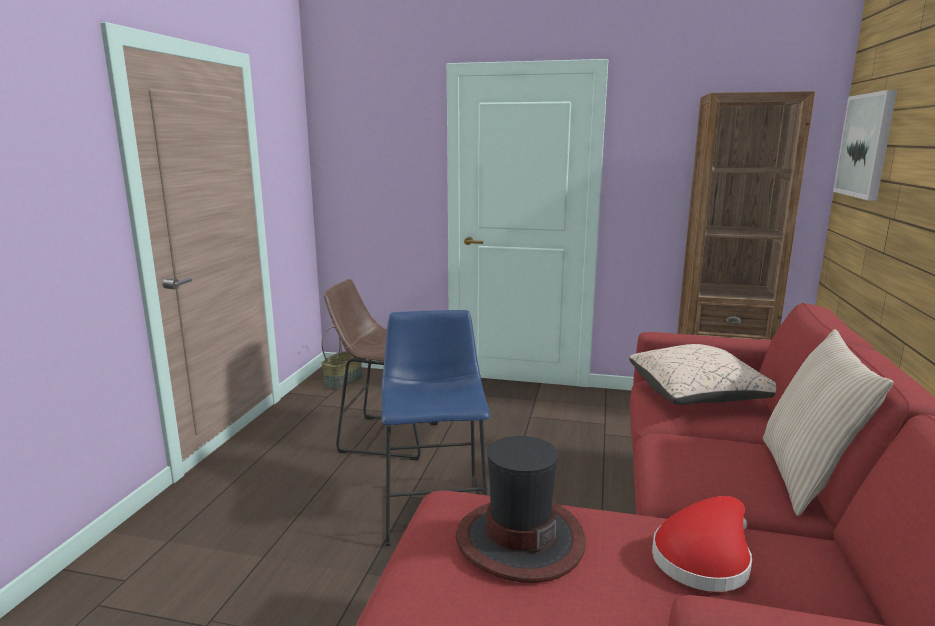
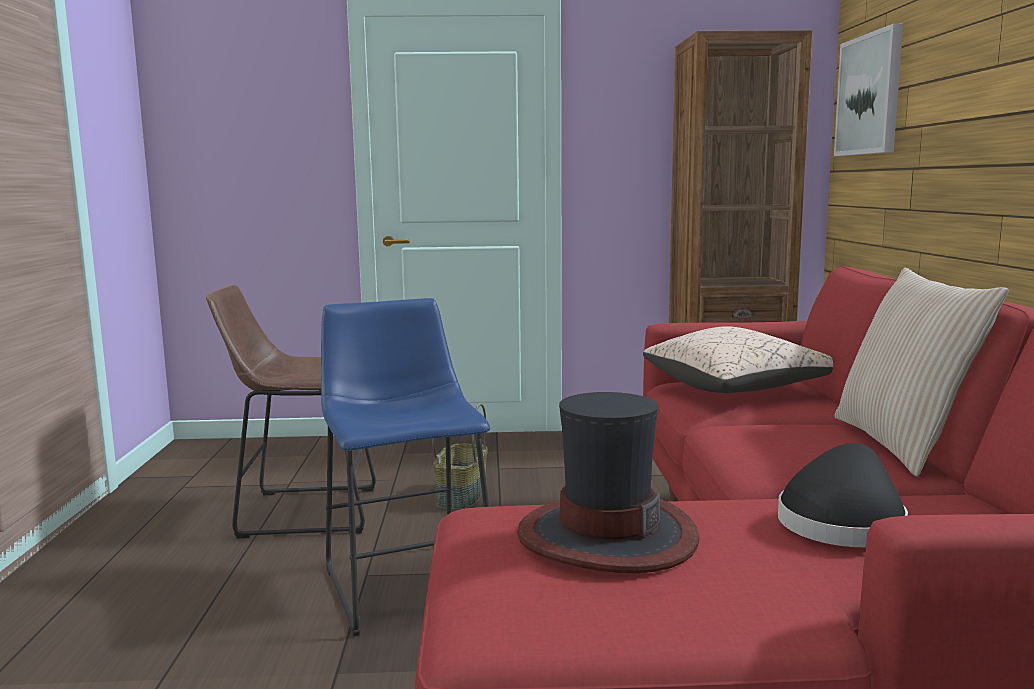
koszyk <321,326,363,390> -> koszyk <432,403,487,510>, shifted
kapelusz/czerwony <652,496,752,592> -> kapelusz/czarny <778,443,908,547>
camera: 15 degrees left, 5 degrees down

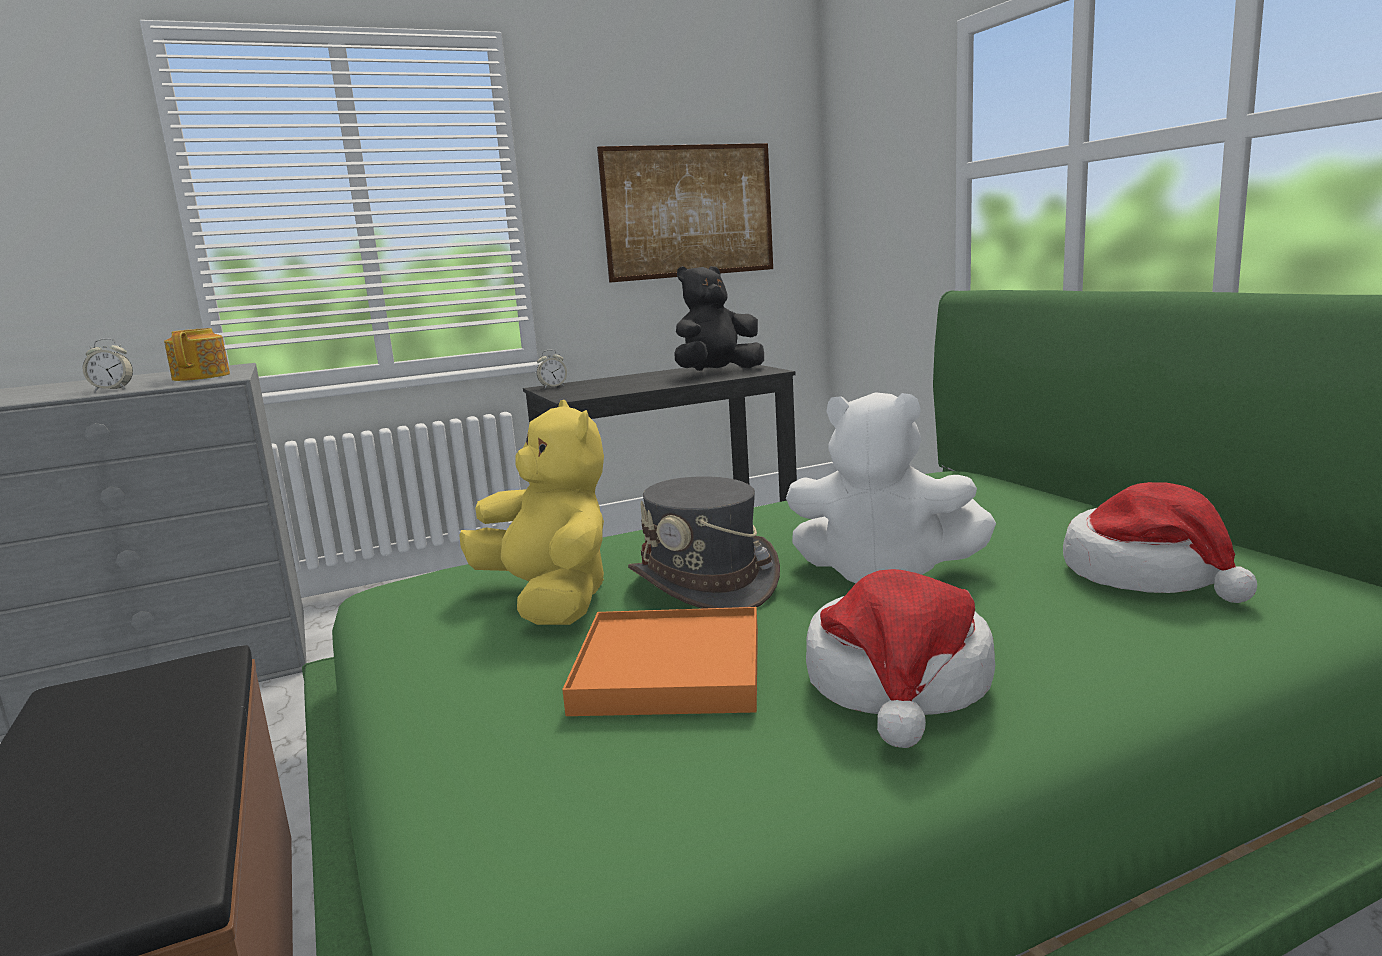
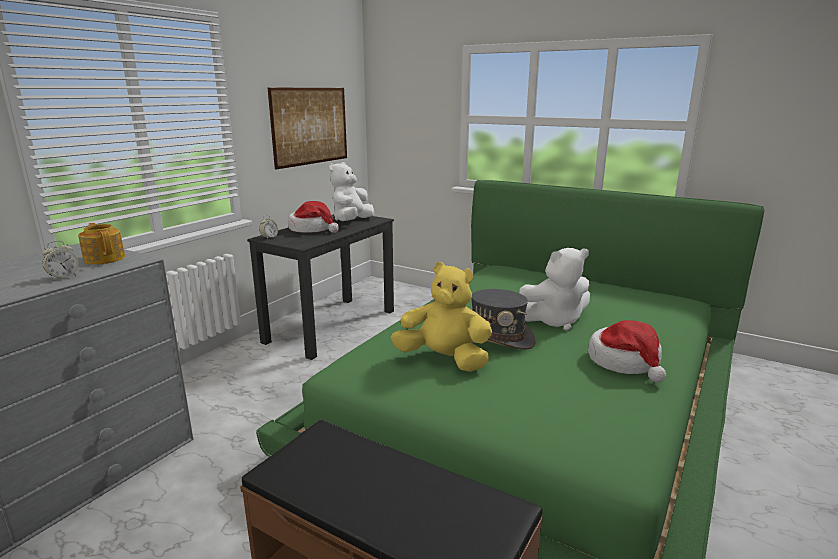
taca/pomarańczowy <562,607,758,716> -> none
kapelusz <1063,482,1257,603> -> kapelusz <288,201,339,233>, shifted
pluszak/czarny <674,266,764,371> -> pluszak/biały <329,162,374,221>
camera: 35 degrees left, 5 degrees up

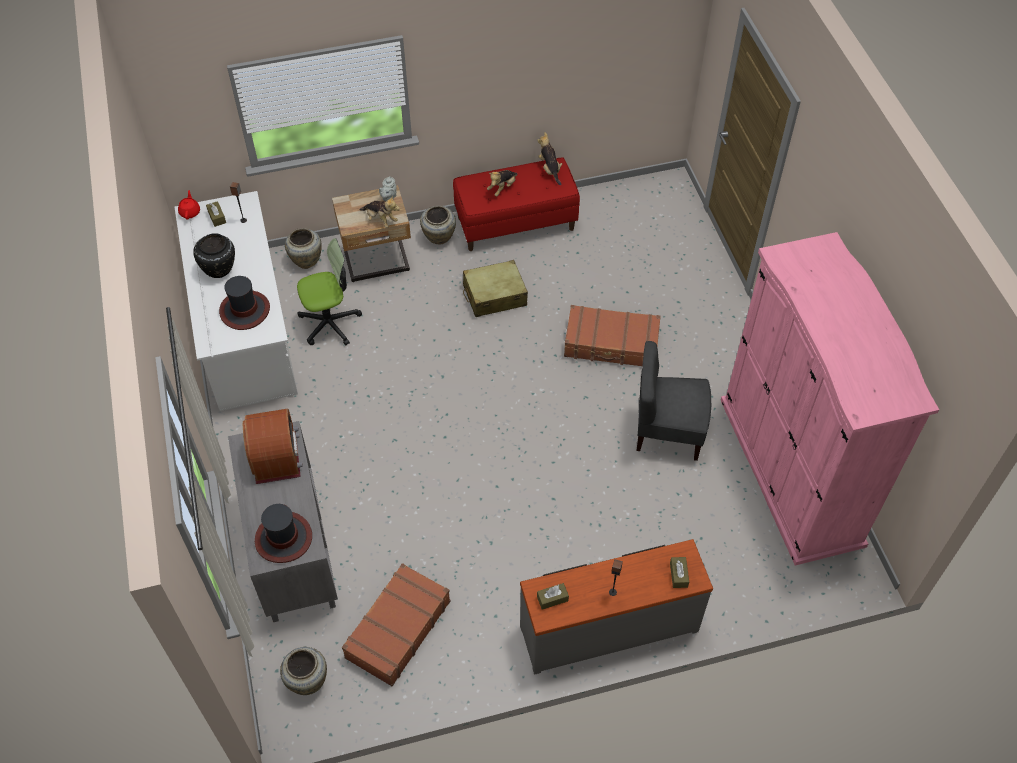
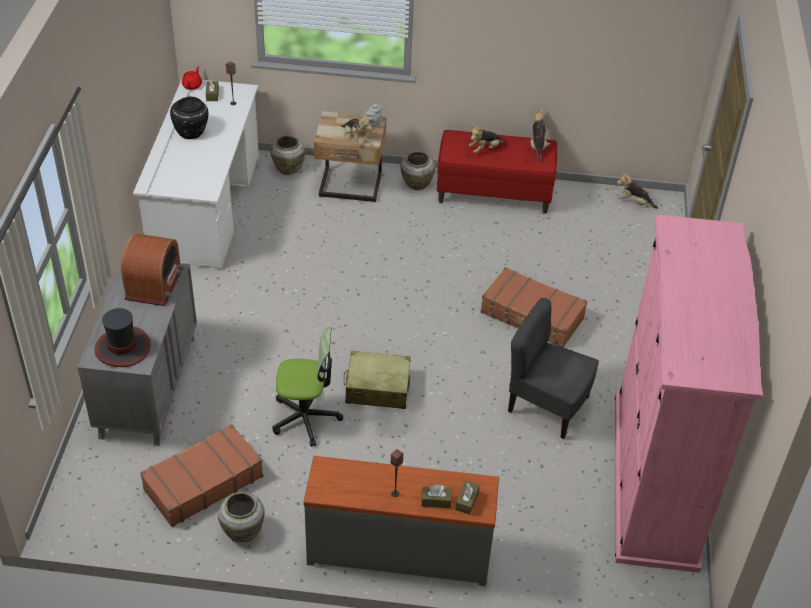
kapelusz <219,276,270,330> -> none
none -> pluszak <617,172,658,209>
wazon/beżowy <280,647,327,695> -> wazon/beżowy <218,492,265,543>, shifted
krzesło biurowe <297,238,362,345> -> krzesło biurowe <272,326,343,447>, shifted
walizka/beżowy <463,260,528,317> -> walizka/beżowy <344,351,411,409>, shifted
pudełko chusteczek/brązowy <537,583,569,610> -> pudełko chusteczek/brązowy <421,485,452,508>, shifted
camera: 20 degrees right, 10 degrees down

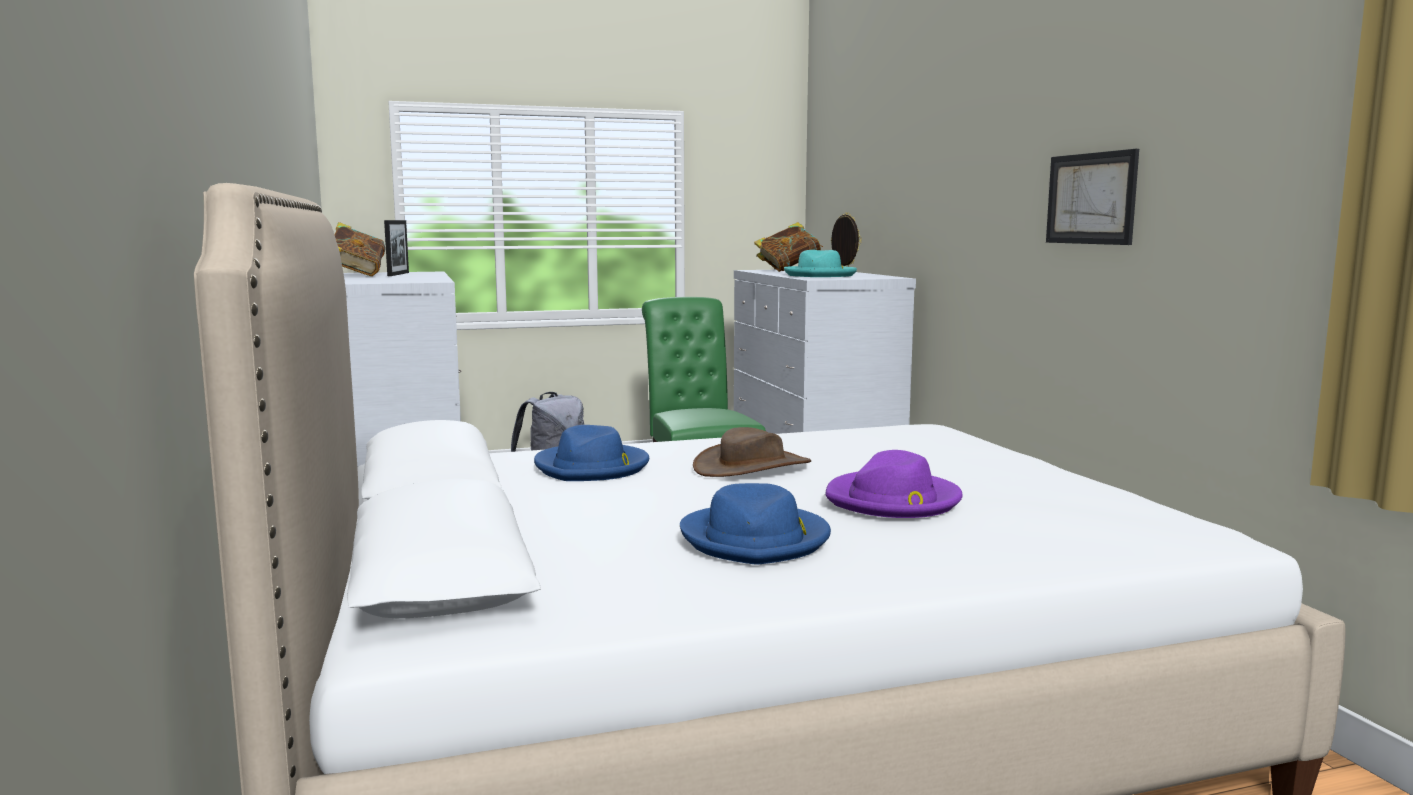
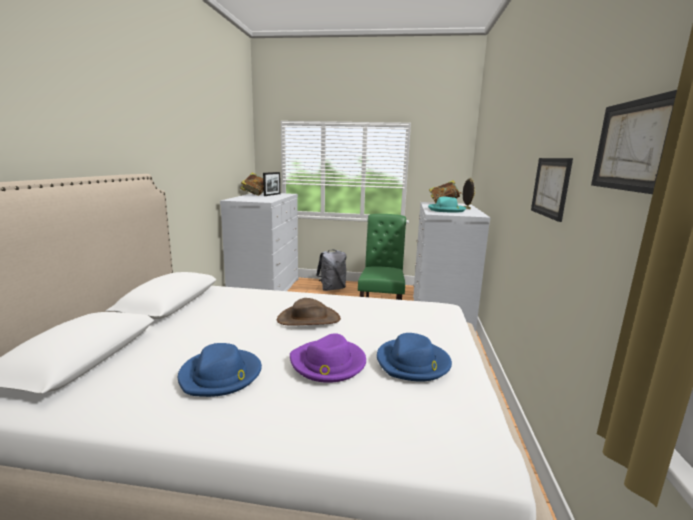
none -> obraz <591,90,677,194>
kapelusz/niebieski <534,425,649,481> -> kapelusz/niebieski <377,333,452,382>, shifted
camera: 25 degrees right, 5 degrees up

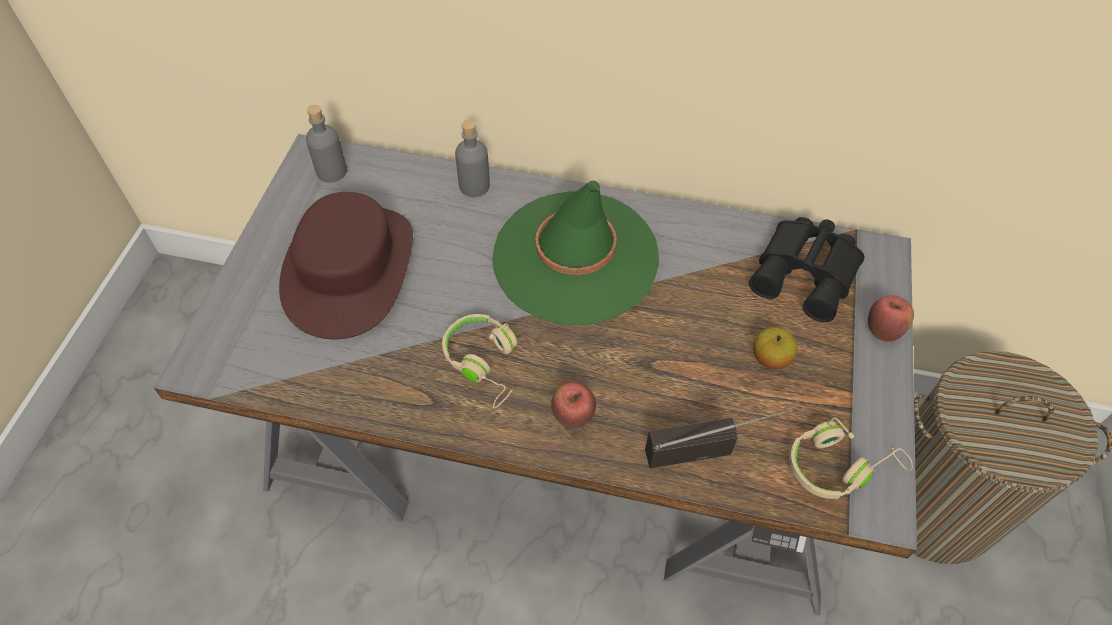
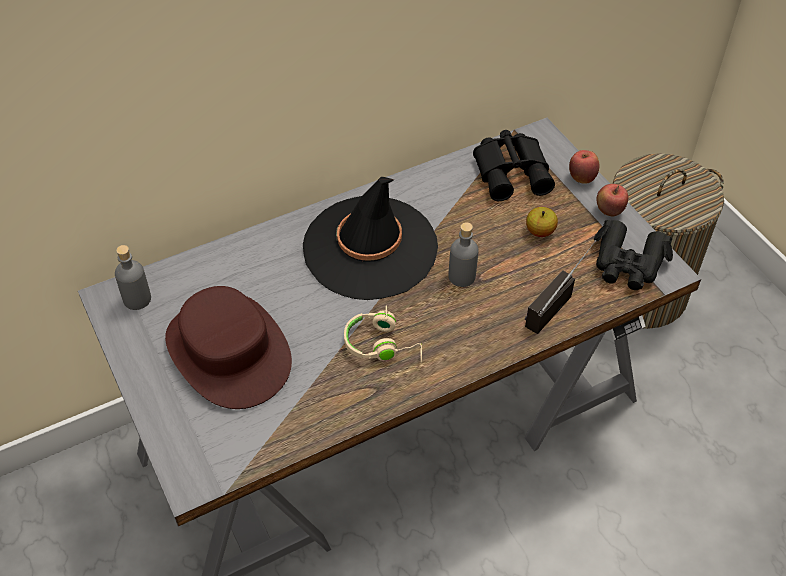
butelka/szary <455,120,490,197> -> butelka/szary <449,222,479,287>, shifted
jabłko <551,381,596,428> -> jabłko <597,184,628,216>, shifted
słuchawki/beżowy <789,417,913,499> -> lornetka/czarny <594,220,673,290>
kapelusz/zielony <492,180,659,325> -> kapelusz/czarny <303,177,438,300>
camera: 40 degrees left, 5 degrees down

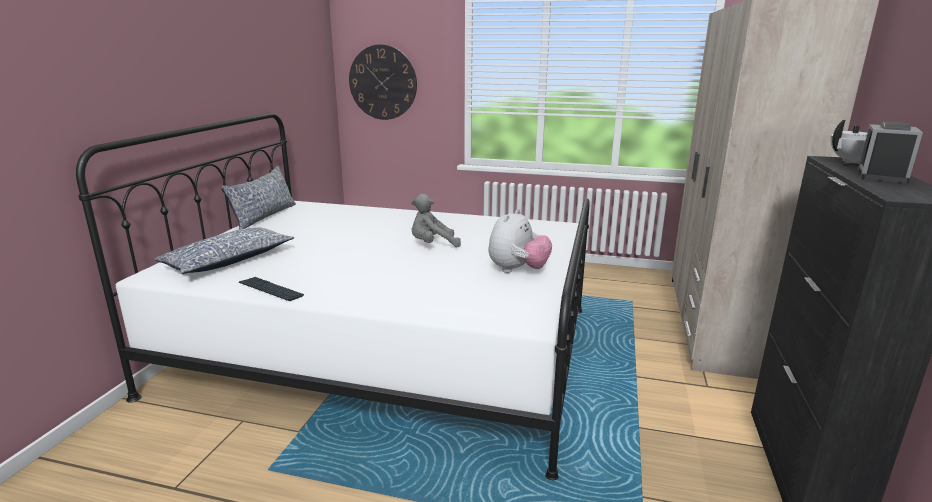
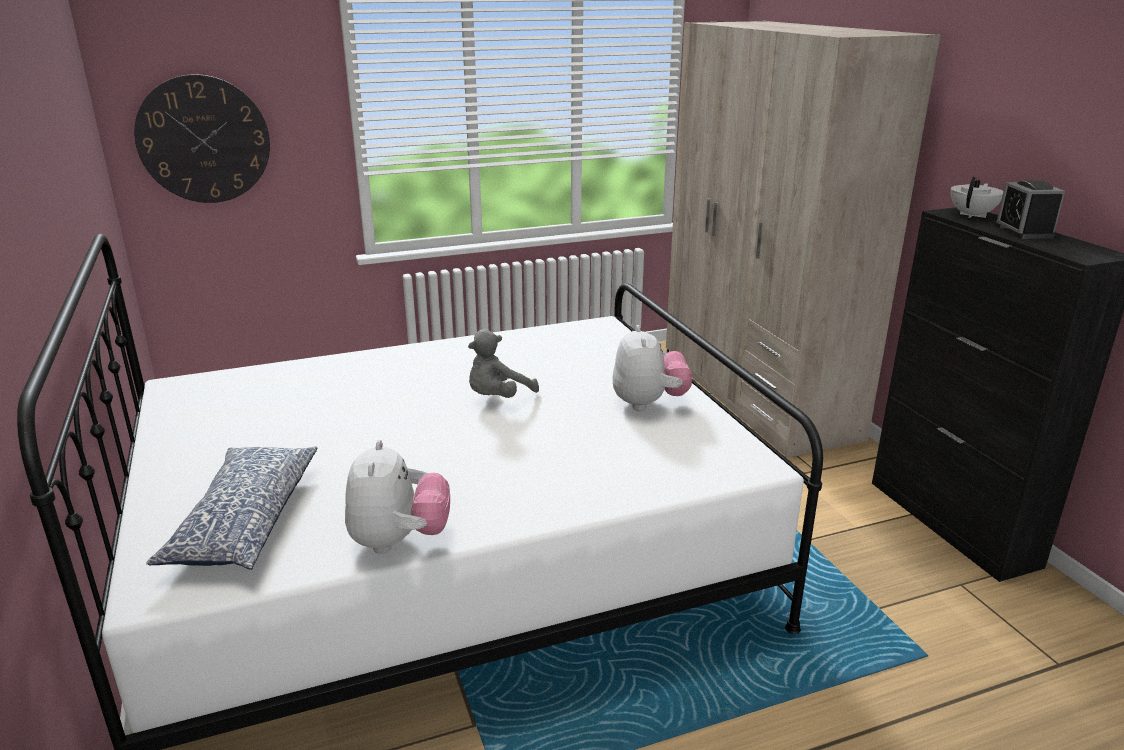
poduszka <221,166,296,230> -> none
klawiatura <239,277,304,301> -> pluszak <345,440,450,553>
camera: 35 degrees left, 5 degrees up

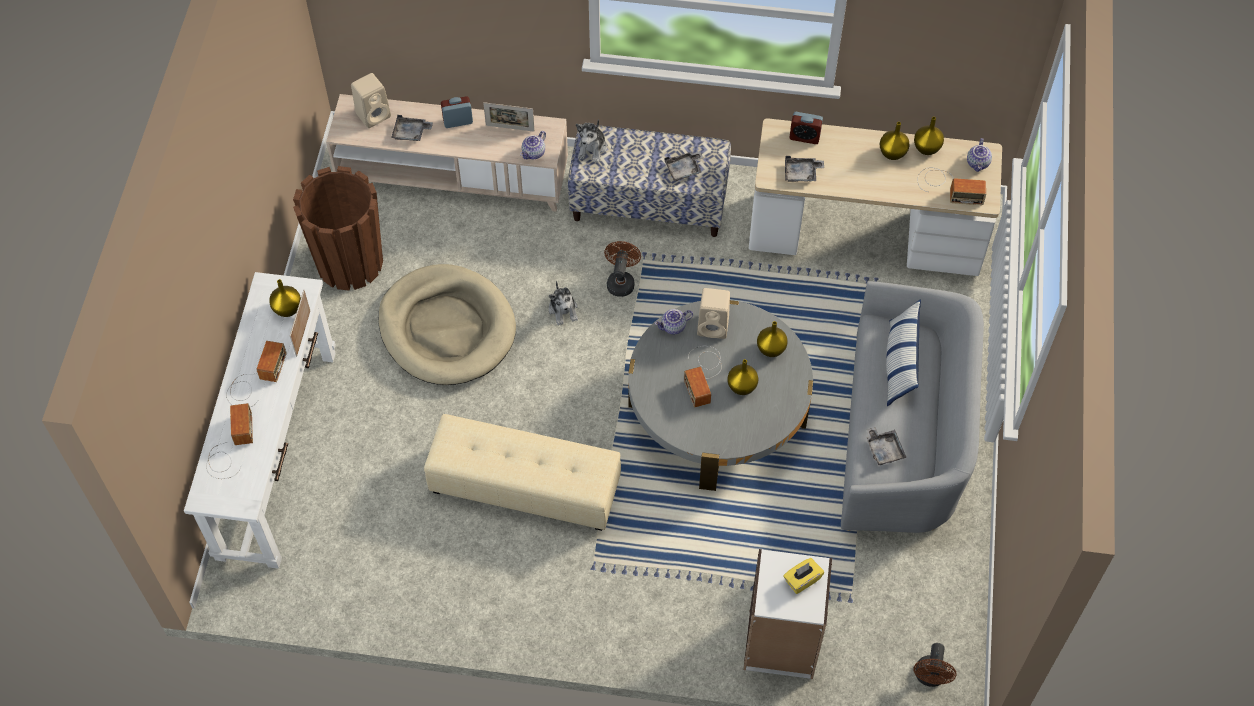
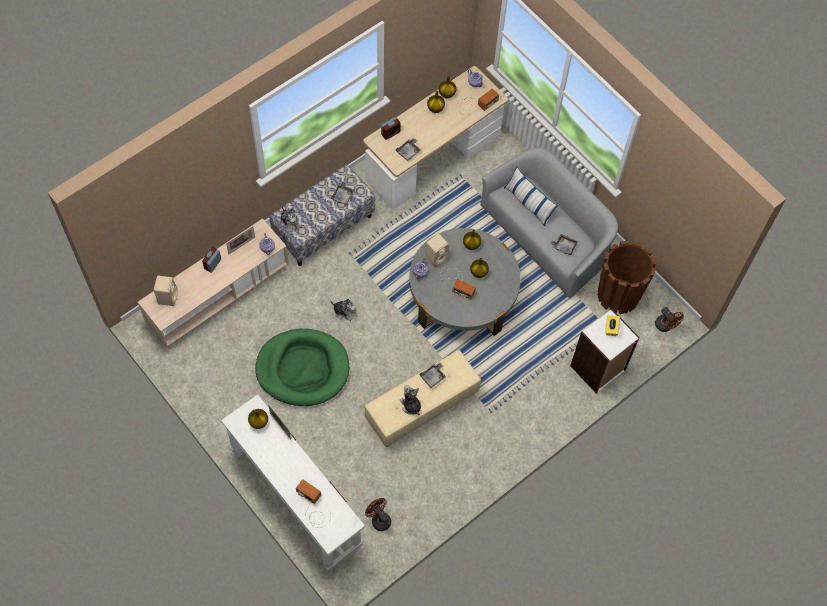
radio <226,341,287,407> -> none
none -> pluszak <400,385,421,415>
donica/brązowy <293,166,383,290> -> donica/brązowy <598,241,656,314>, shifted
taca/szary <391,115,433,141> -> taca/szary <420,362,446,388>, shifted
wentylator/brązowy <604,241,641,297> -> wentylator/brązowy <365,498,391,531>, shifted
legowisko/beżowy <378,264,516,385> -> legowisko/zielony <255,329,349,406>
camera: 50 degrees left, 5 degrees up

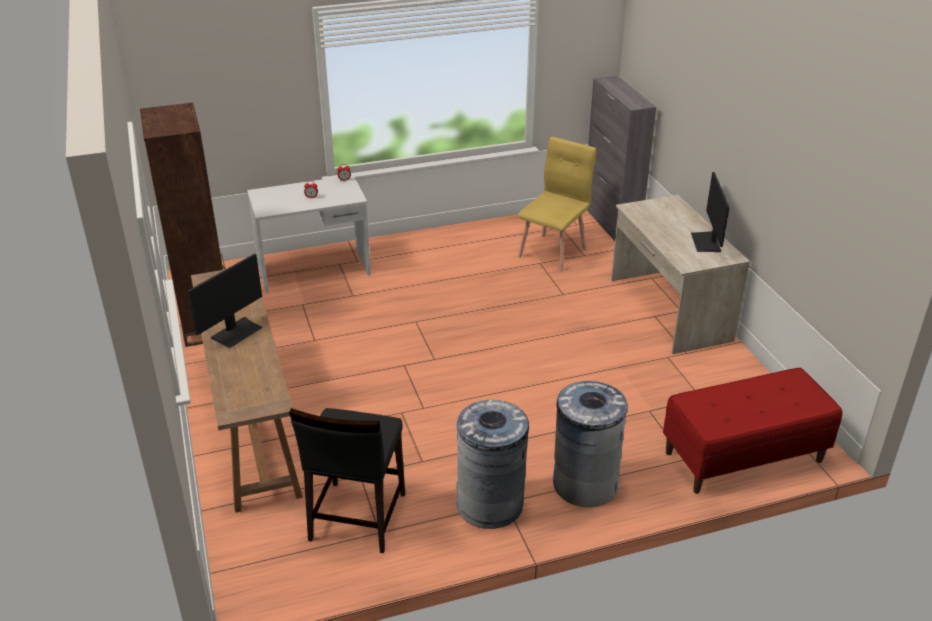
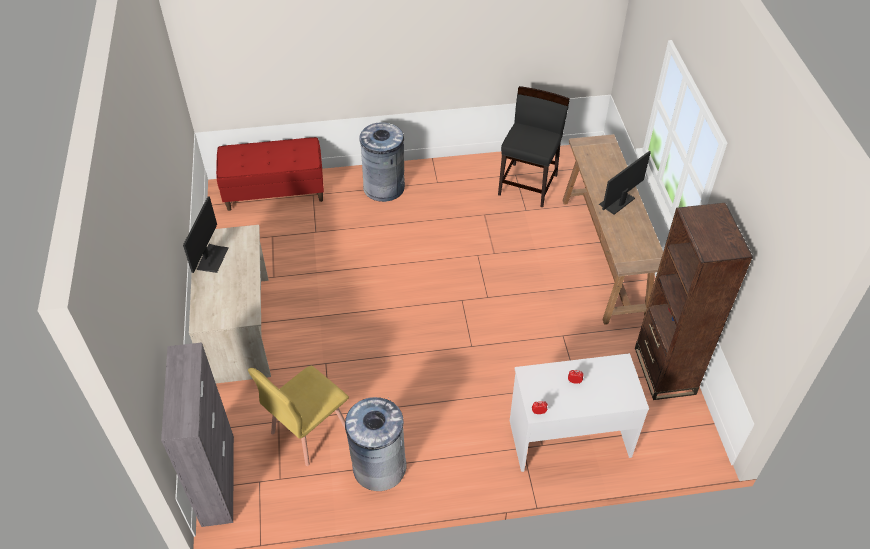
kosz na śmieci/szary <456,400,529,529> -> kosz na śmieci/szary <345,397,407,491>, shifted
camera: 170 degrees left, 15 degrees up

